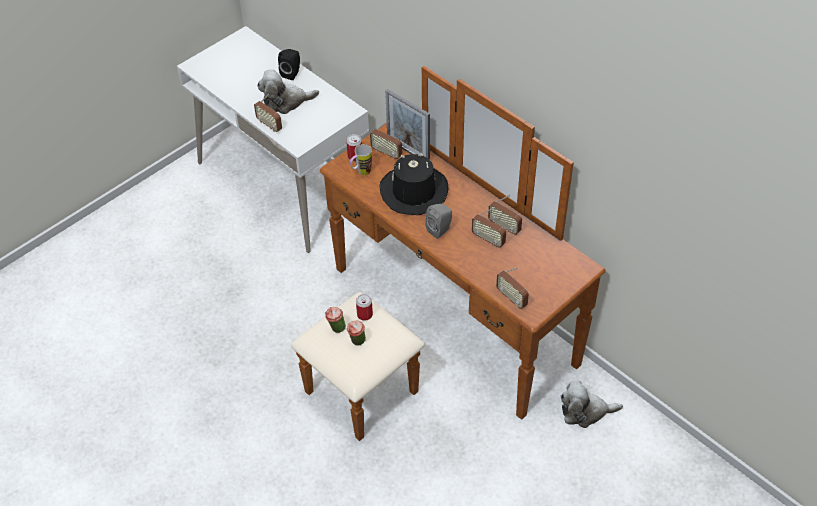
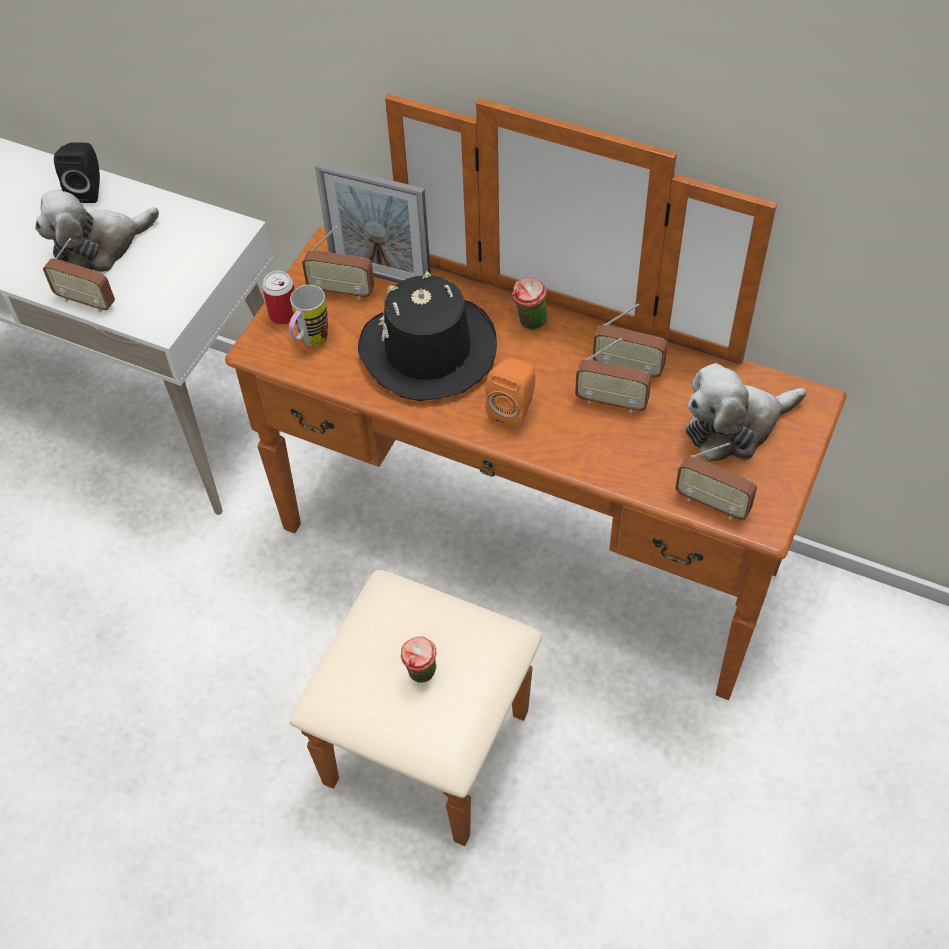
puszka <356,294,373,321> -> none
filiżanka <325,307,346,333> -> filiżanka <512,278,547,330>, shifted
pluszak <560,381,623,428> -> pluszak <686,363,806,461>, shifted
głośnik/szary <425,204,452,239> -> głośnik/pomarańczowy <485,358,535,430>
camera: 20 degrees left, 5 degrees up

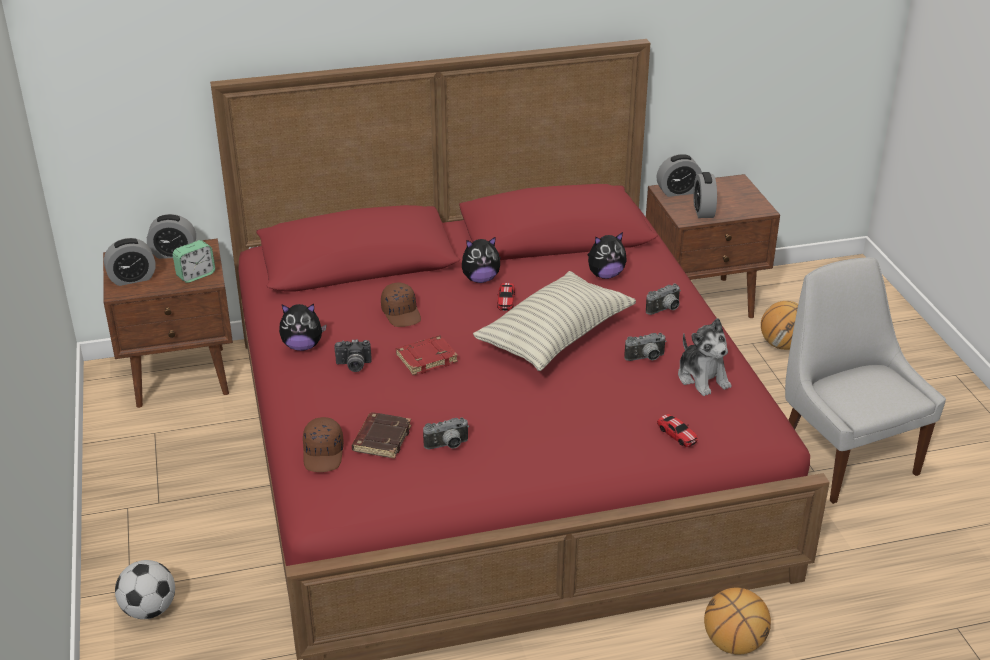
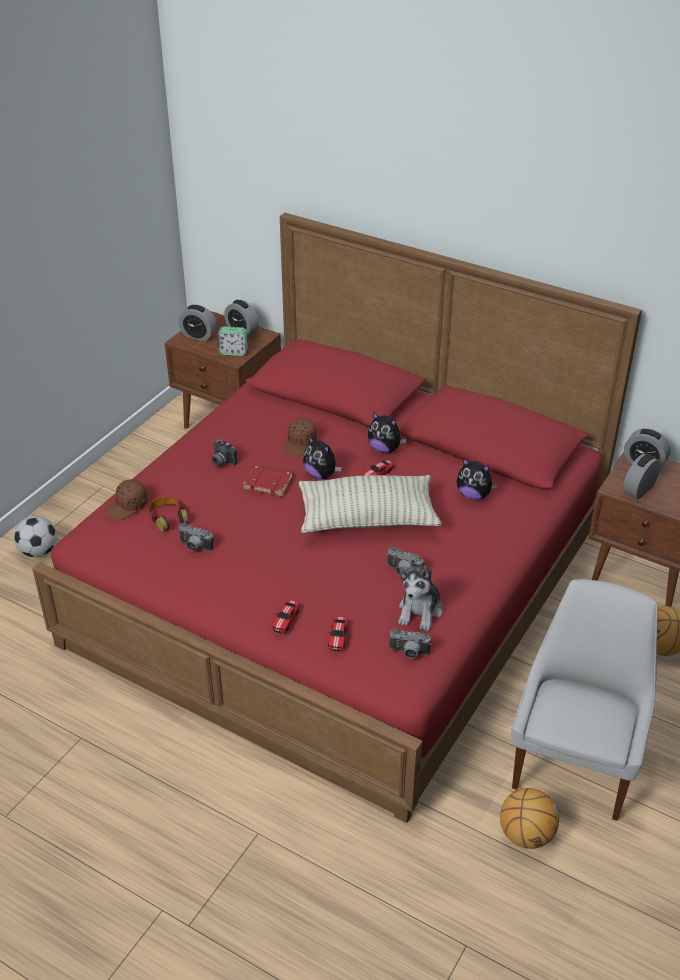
none -> samochodzik <272,600,300,634>
pluszak <279,304,327,351> -> pluszak <303,436,342,479>, shifted
aparat fotograficzny <646,284,681,315> -> aparat fotograficzny <389,628,431,658>, shifted
piłka do koszykówki <704,587,771,655> -> piłka do koszykówki <500,788,559,849>, shifted
książka/brązowy <352,412,412,459> -> słuchawki <149,497,188,532>
camera: 45 degrees right, 5 degrees up

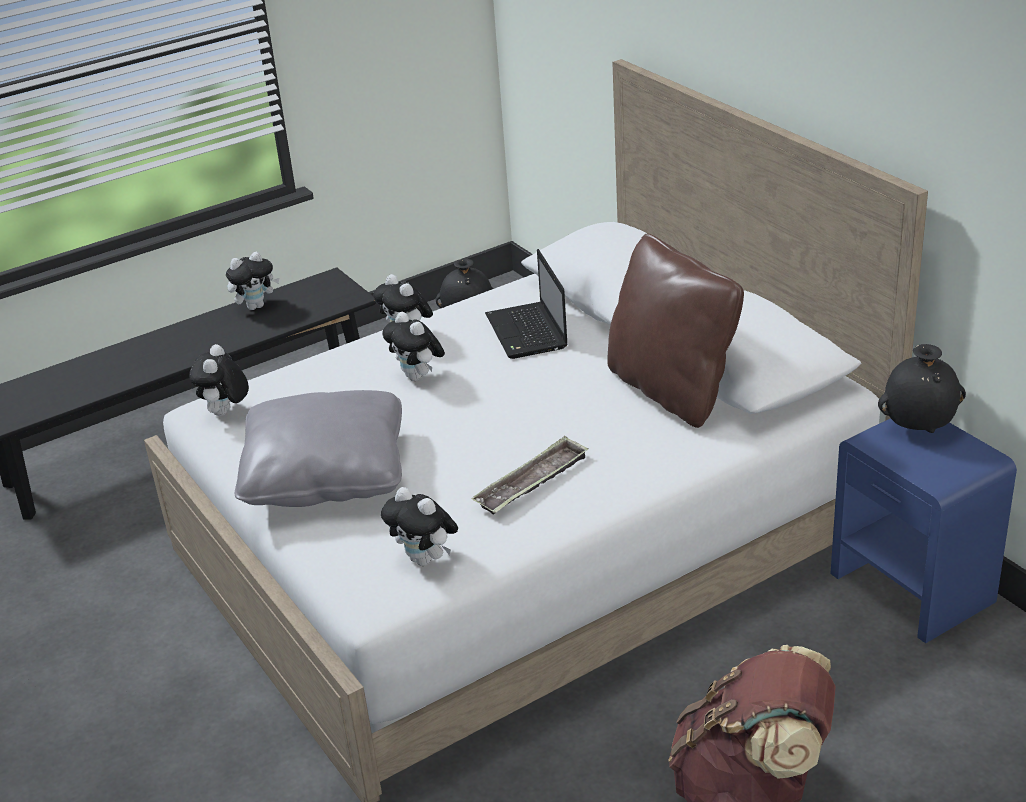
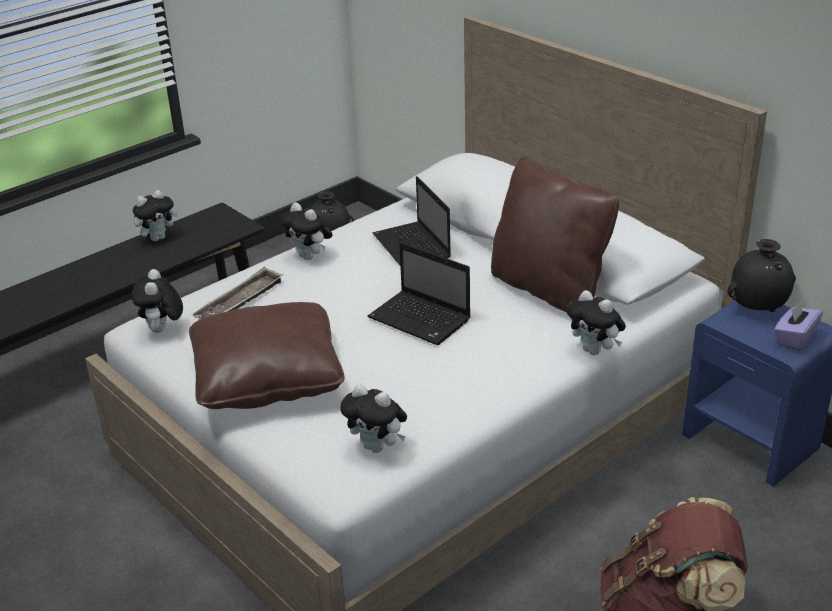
none -> laptop <368,242,471,345>
none -> pudełko chusteczek/fioletowy <774,301,823,351>
pluszak <382,312,445,381> -> pluszak <566,290,626,355>, shifted
taca <471,436,589,514> -> taca <192,267,283,320>, shifted
poduszka/szary <235,390,402,507> -> poduszka/brązowy <189,302,345,409>
camera: 10 degrees left, 0 degrees up

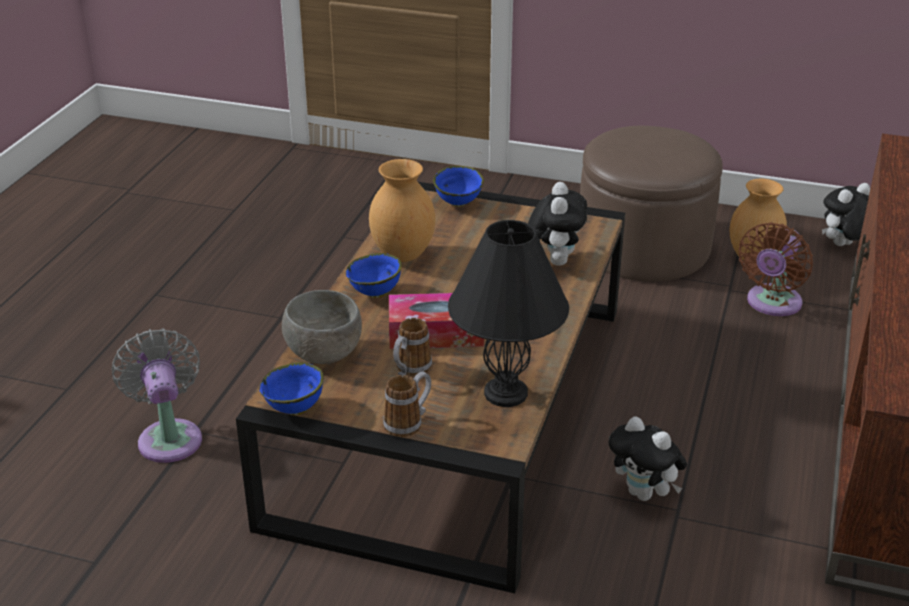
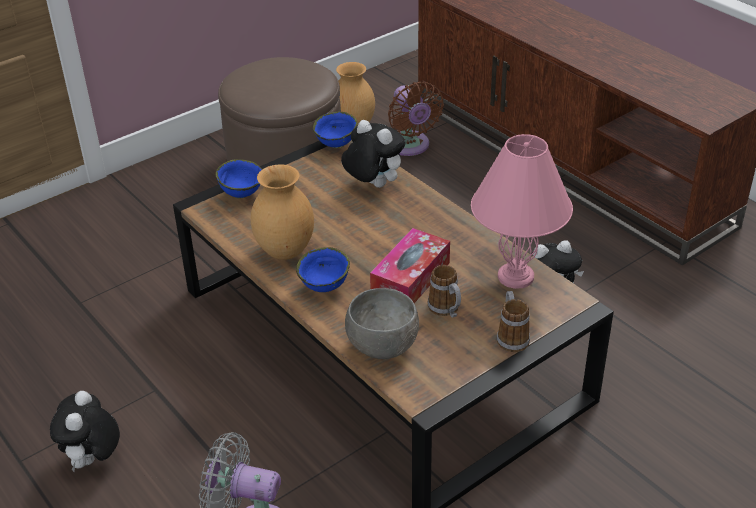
miska/niebieski <259,362,324,415> -> miska/niebieski <313,112,357,148>, shifted
pluszak <822,183,870,246> -> pluszak <50,391,120,472>, shifted
lampa stołowa/czarny <448,220,569,407> -> lampa stołowa/różowy <471,134,573,289>
camera: 55 degrees left, 5 degrees up

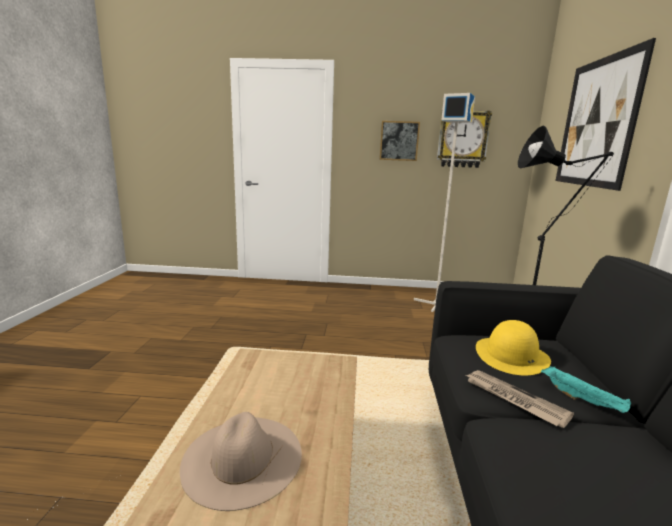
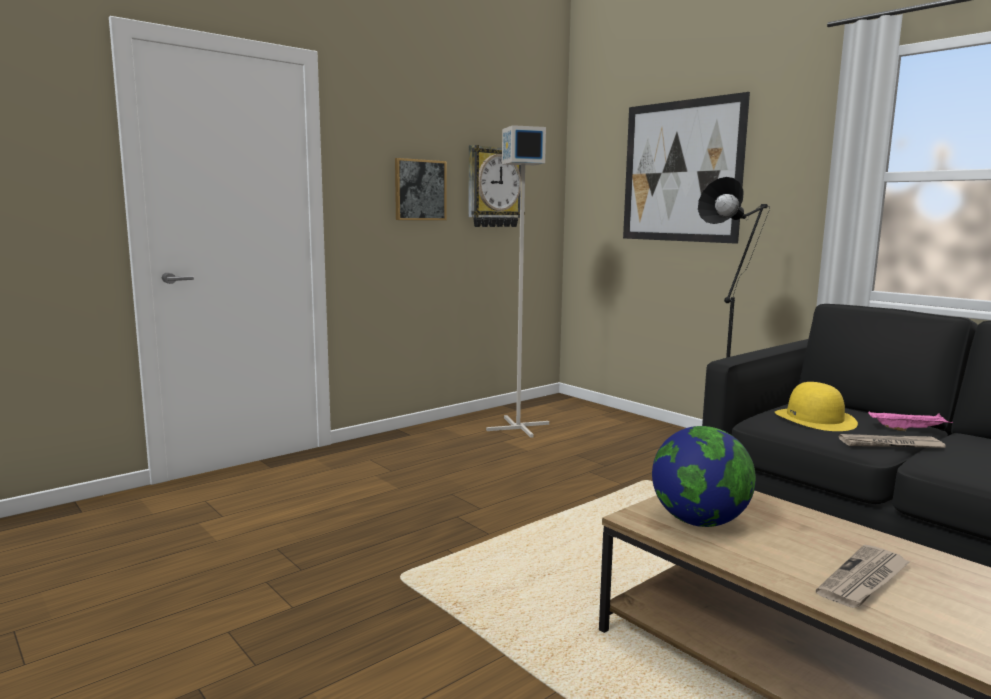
none -> globus <652,426,756,527>
kapelusz/beżowy <180,412,302,511> -> gazeta <816,545,911,608>
taca/turkusowy <541,366,631,413> -> taca/różowy <868,411,953,431>
camera: 45 degrees left, 5 degrees down

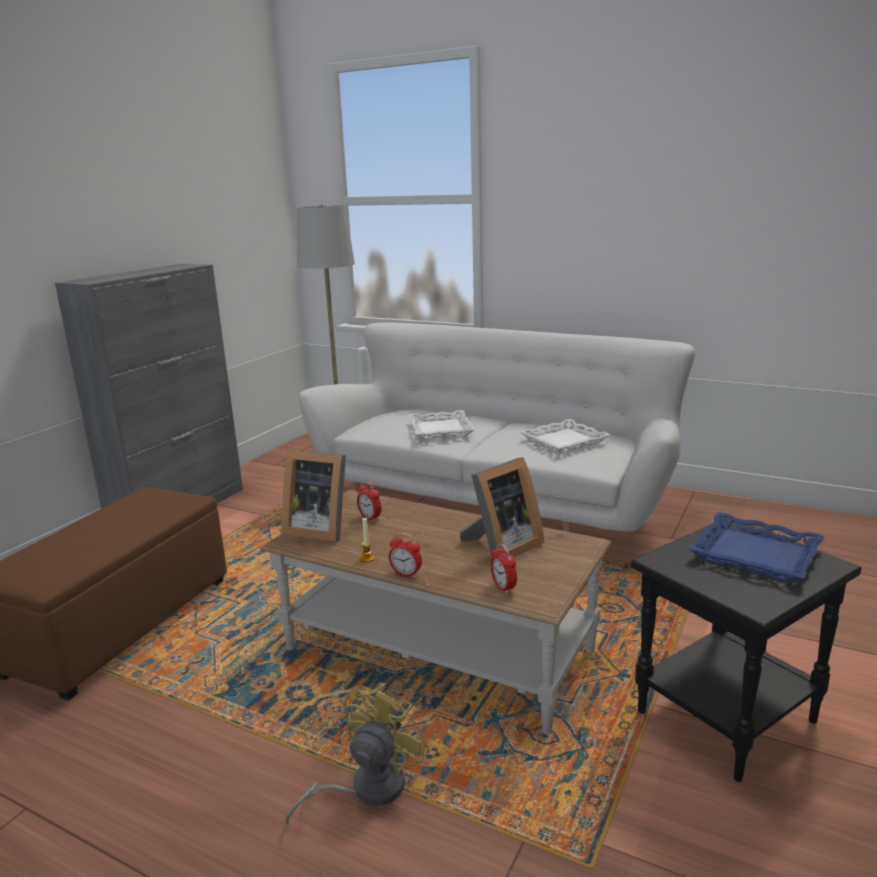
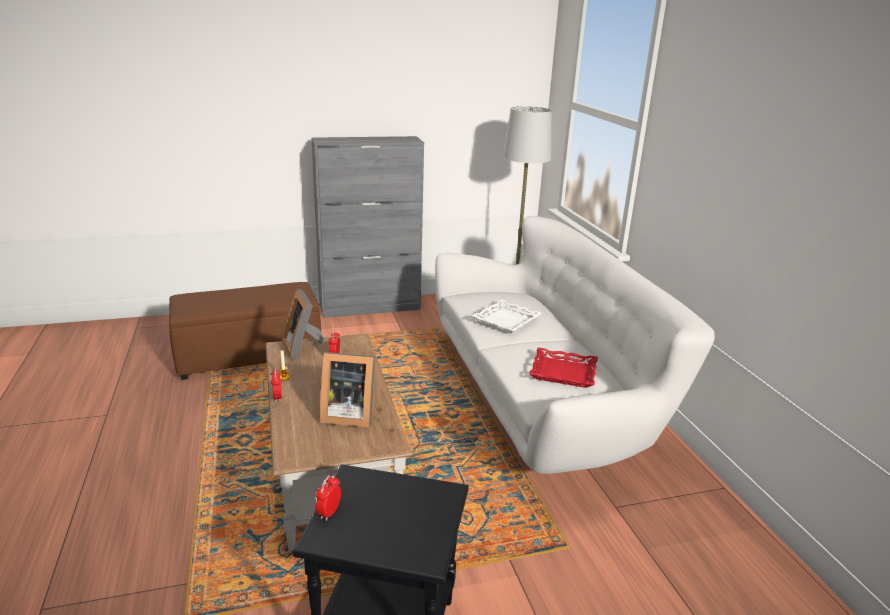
wentylator/żółty <286,683,429,825> -> none
taca/niebieski <688,512,825,582> -> none
budzik <491,543,517,594> -> budzik <316,474,341,521>, shifted
taca/biały <520,419,610,453> -> taca/czerwony <529,348,598,388>
camera: 45 degrees right, 5 degrees up

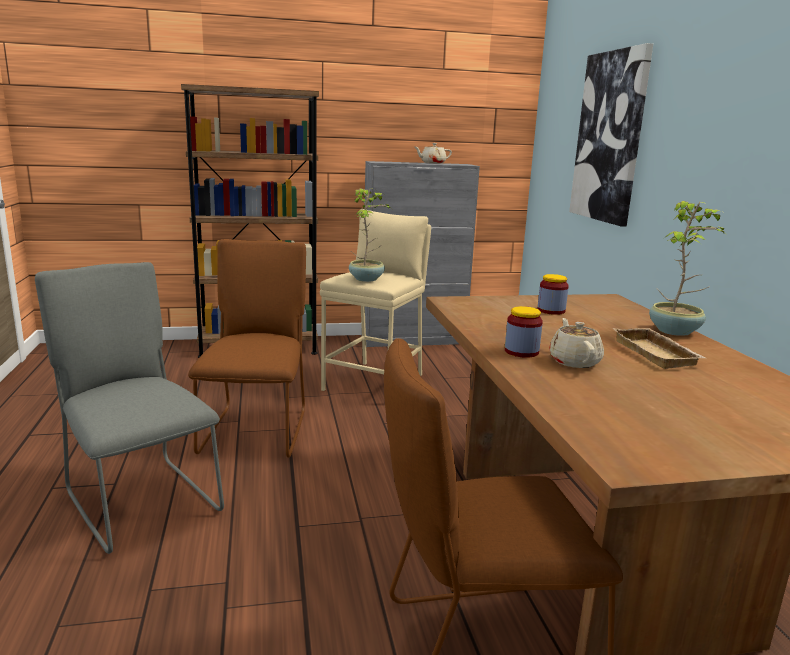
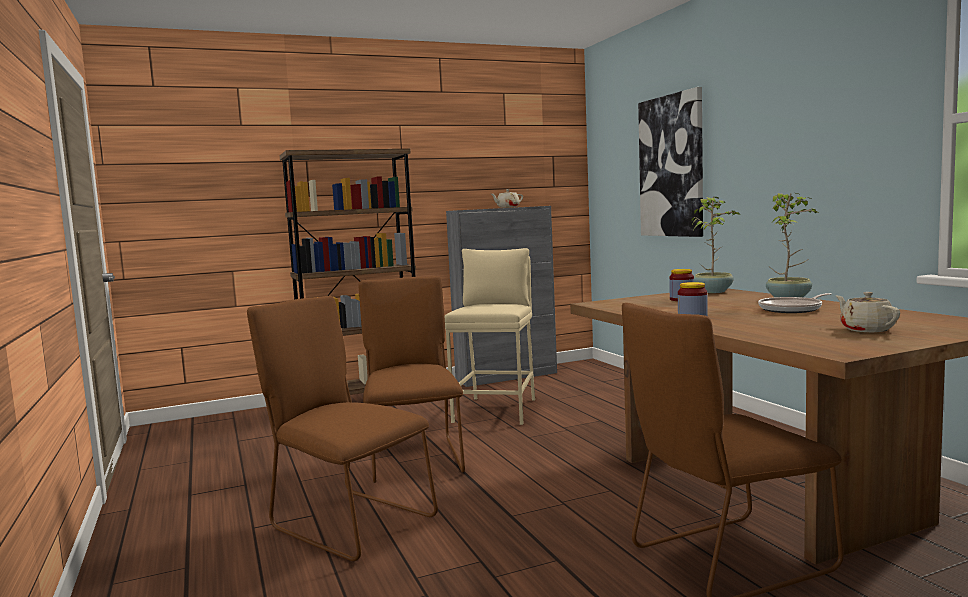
roślina doniczkowa <349,188,392,282> -> roślina doniczkowa <692,197,741,293>, shifted
imbryk/beżowy <549,318,604,368> -> imbryk/beżowy <836,292,900,332>, shifted
taca/beżowy <613,328,705,369> -> patelnia <758,293,831,313>
krzesło/szary <35,262,224,554> -> krzesło/brązowy <247,296,438,561>
camera: 10 degrees left, 10 degrees down

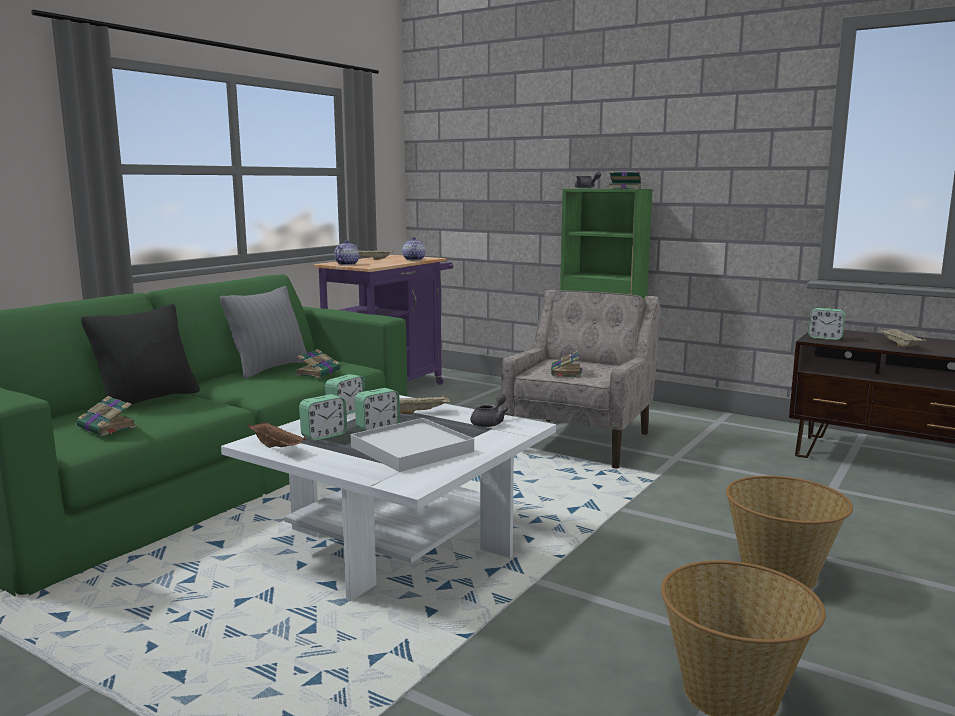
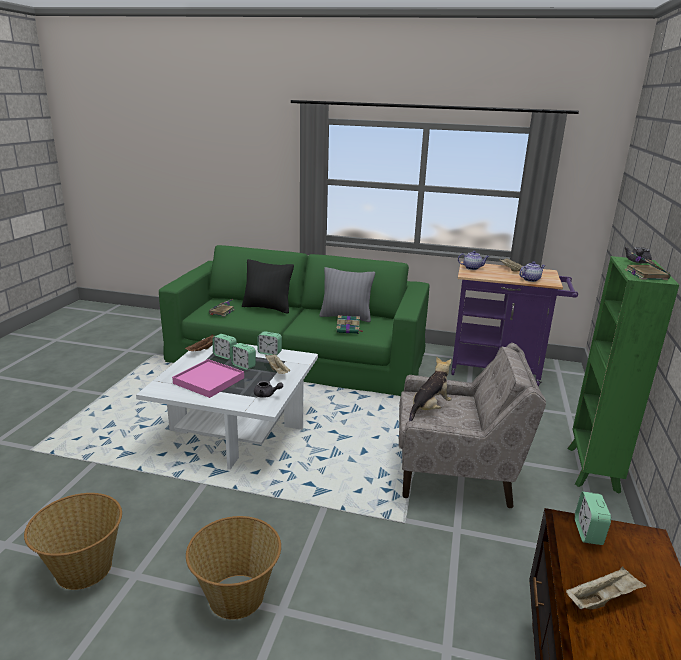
książka <551,351,582,377> -> pluszak <409,357,452,421>
taca/biały <351,418,474,472> -> taca/różowy <172,359,244,398>
camera: 70 degrees right, 10 degrees up

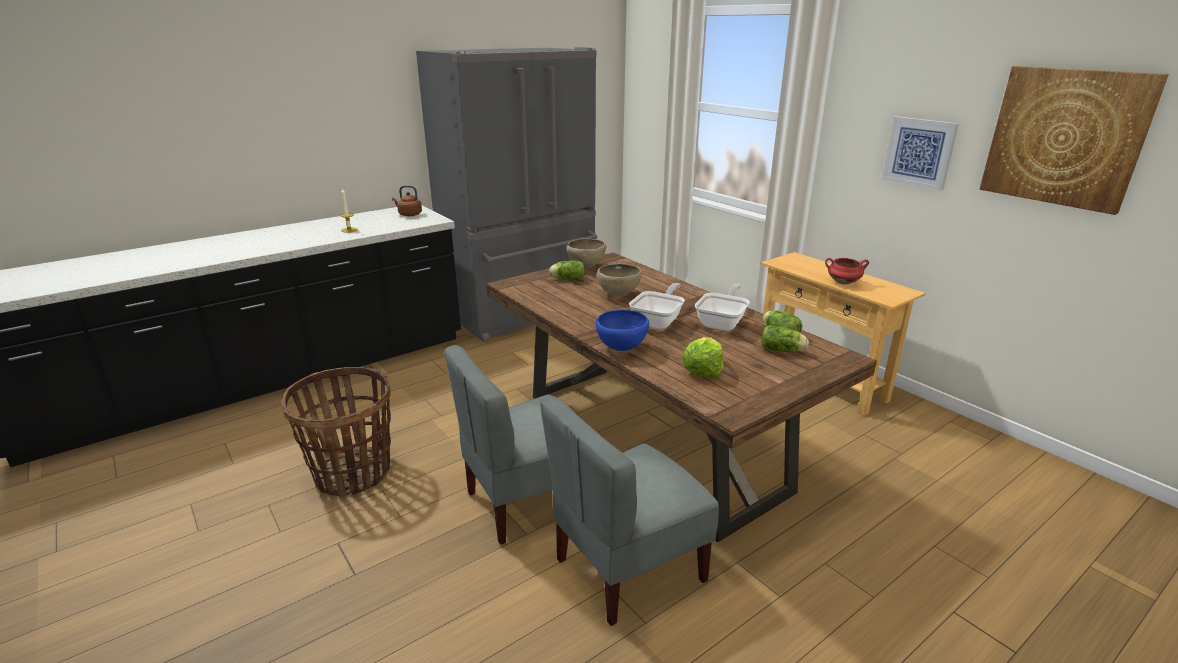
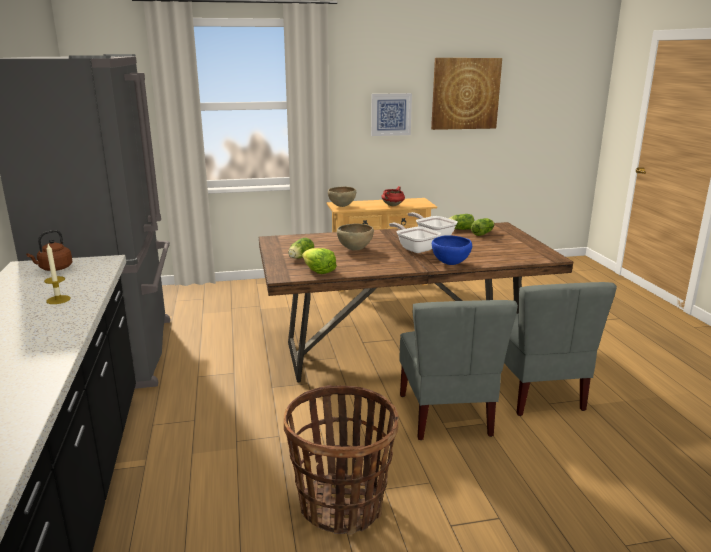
miska/brązowy <566,238,606,268> -> miska/brązowy <328,187,356,207>, shifted
sałata <682,337,723,377> -> sałata <302,248,337,274>, shifted
camera: 65 degrees left, 5 degrees down

